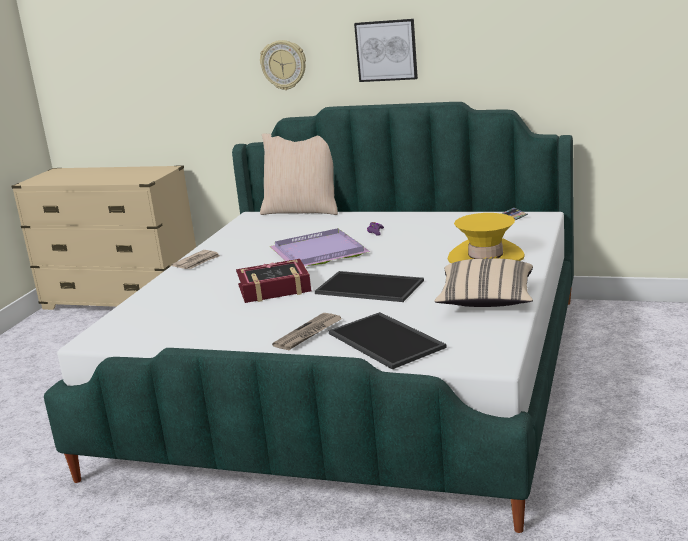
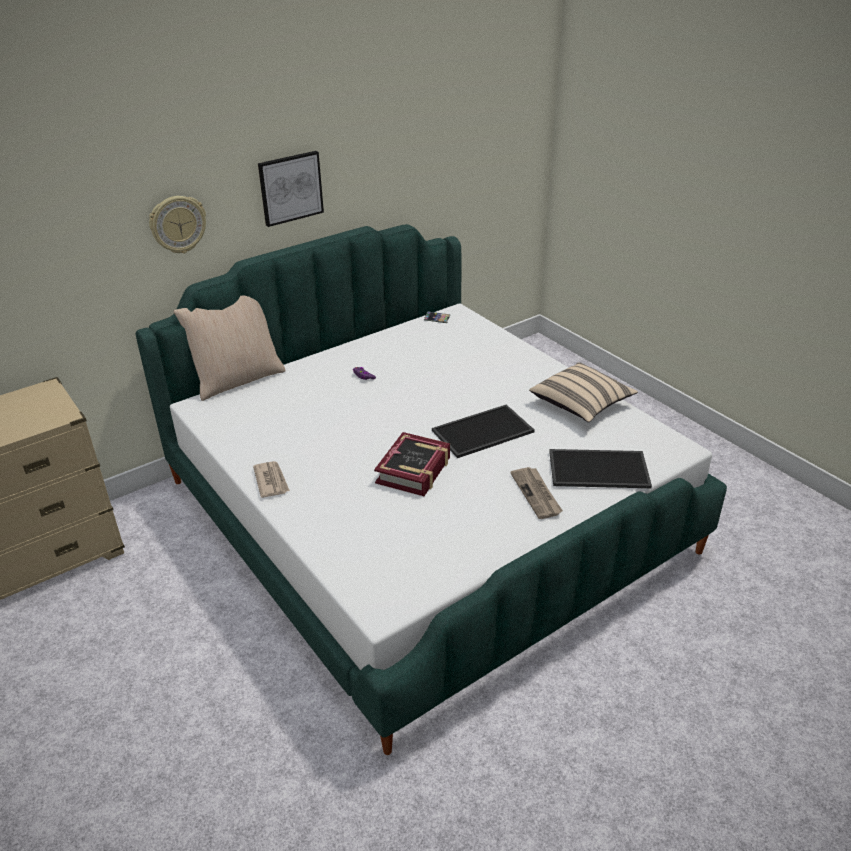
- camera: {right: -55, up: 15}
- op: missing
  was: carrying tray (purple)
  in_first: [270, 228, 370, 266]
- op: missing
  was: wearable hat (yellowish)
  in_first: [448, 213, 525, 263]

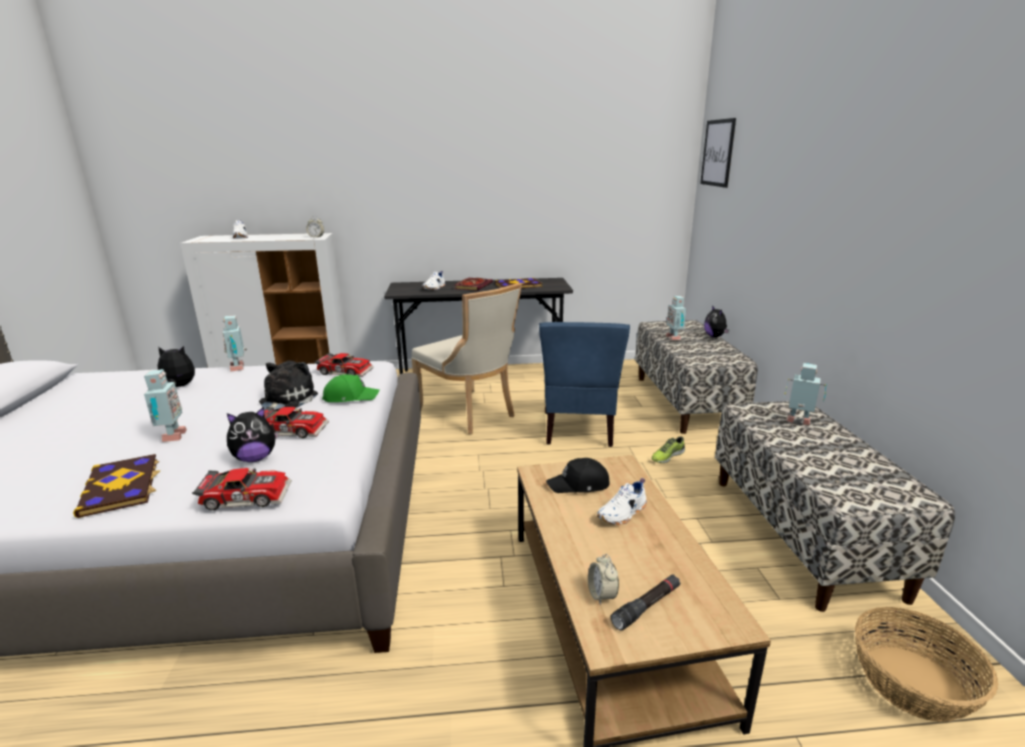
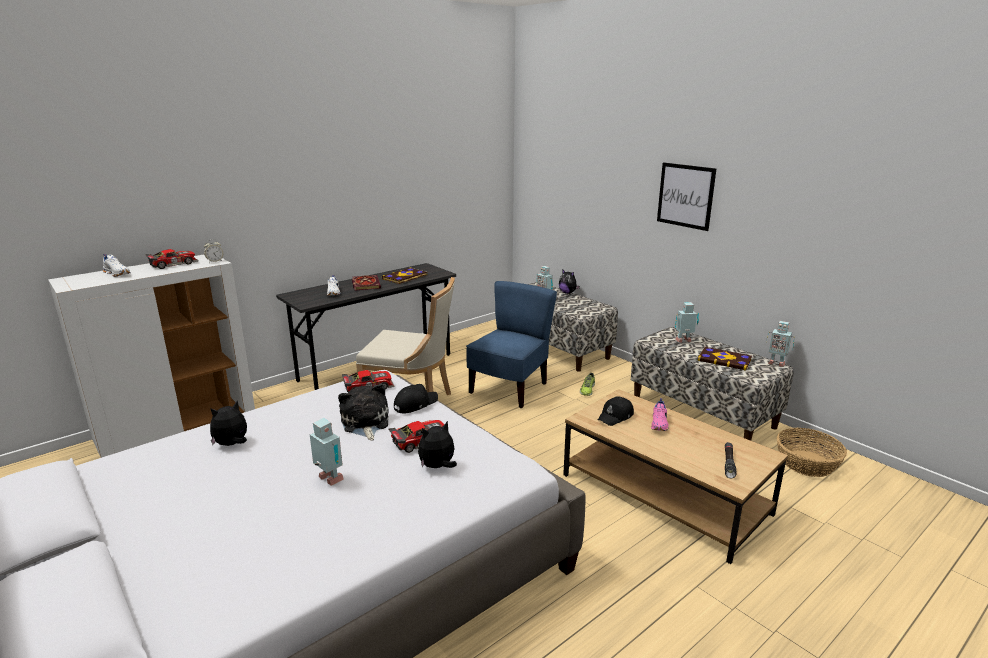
- camera: {right: -35, up: 0}
- op: relocated
  was: book
  in_first: [73, 454, 160, 518]
  in_second: [698, 347, 752, 371]
- op: relocated
  was: toy car
  in_first: [192, 468, 292, 510]
  in_second: [146, 249, 199, 269]
- op: relocated
  was: model robot
  in_first: [223, 316, 247, 372]
  in_second: [766, 321, 795, 367]
- op: spun
  was: plush toy
  in_first: [227, 407, 278, 462]
  in_second: [418, 421, 457, 468]
  clockwise: -150
- op: colour
  was: baseball cap (greenish)
  now: baseball cap (blackish)
  in_first: [322, 374, 380, 402]
  in_second: [394, 384, 438, 413]
- op: spun
  was: plain chair (blue)
  in_first: [539, 322, 630, 447]
  in_second: [466, 281, 557, 408]
  clockwise: -120
- op: missing
  was: table clock
  in_first: [588, 554, 619, 605]
- op: colour
  was: low shoe (whitish)
  now: low shoe (pink)
  in_first: [597, 478, 647, 525]
  in_second: [651, 398, 669, 431]
- op: relocated
  was: wall art
  in_first: [700, 118, 736, 188]
  in_second: [657, 162, 716, 231]

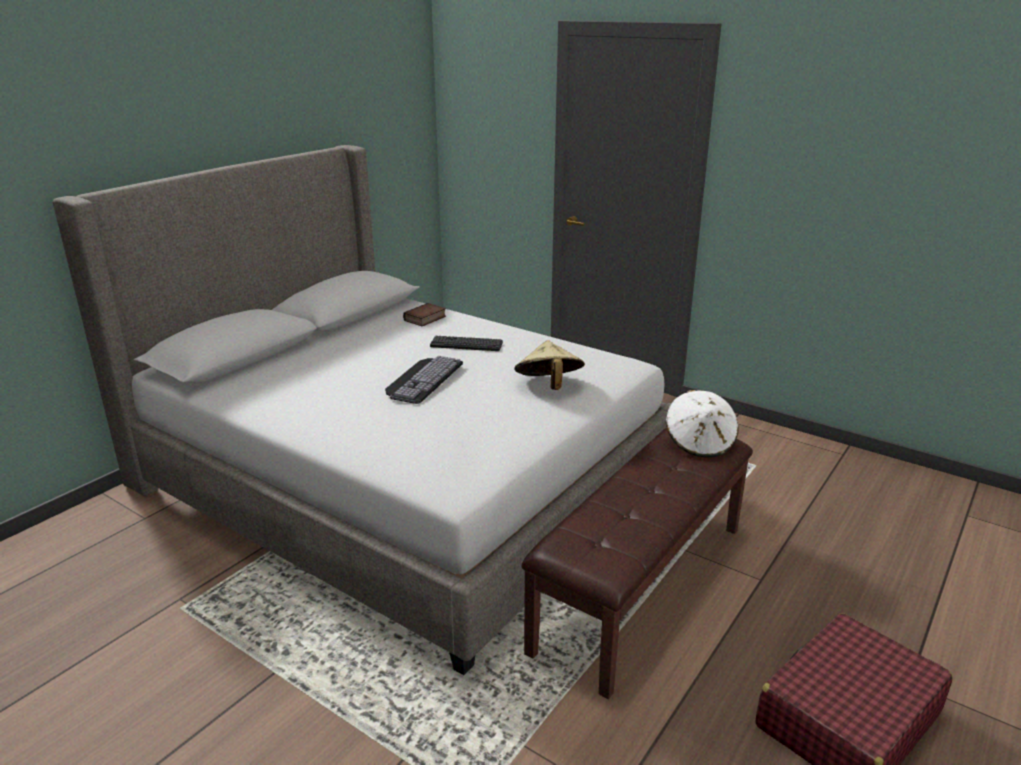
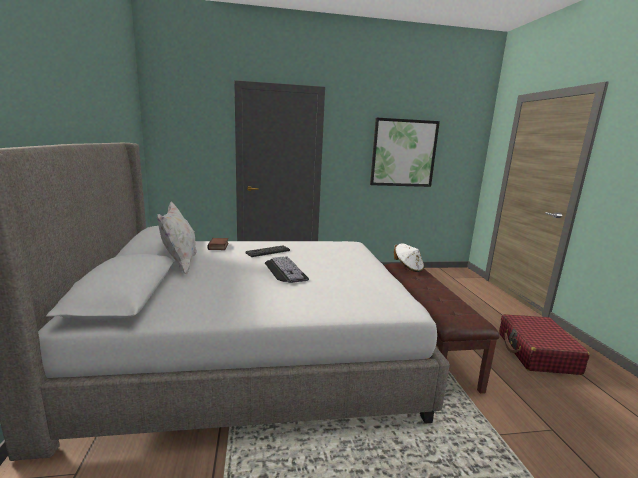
- camera: {right: -45, up: -10}
- op: missing
  was: wearable hat (sand-coloured)
  in_first: [515, 340, 585, 390]
- op: appeared
  now: throw pillow (whitish)
  in_second: [157, 201, 197, 275]
- op: appeared
  now: wall art
  in_second: [370, 118, 440, 187]

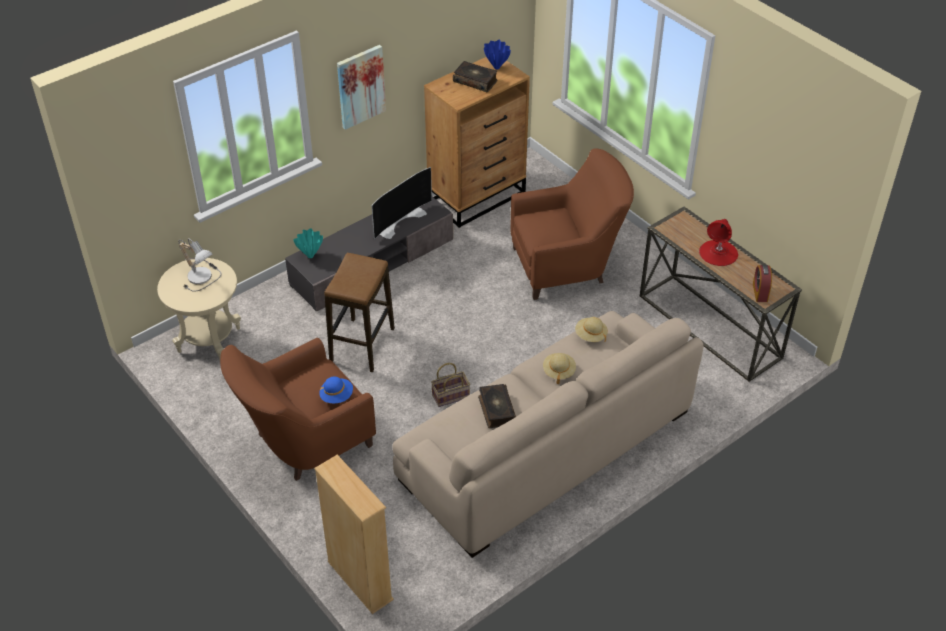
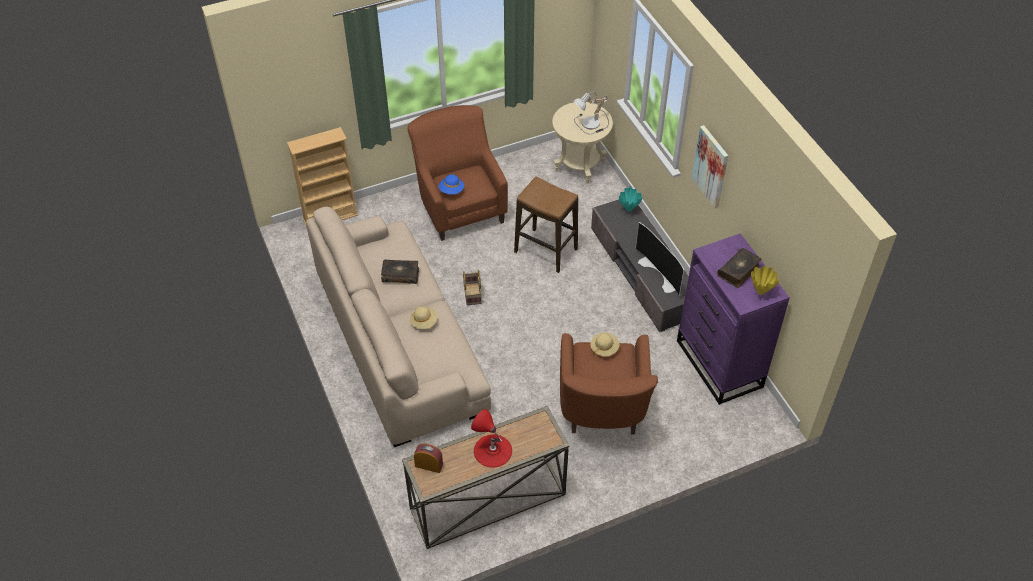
- camera: {right: 105, up: 5}
- op: colour
  was: dresser (brown-coloured)
  now: dresser (purple)
  in_first: [424, 57, 530, 228]
  in_second: [677, 233, 790, 405]
- op: colour
  was: flower vase (blue)
  now: flower vase (yellowish)
  in_first: [484, 40, 511, 69]
  in_second: [751, 266, 779, 295]
- op: relocated
  was: wearable hat (sand-coloured)
  in_first: [575, 317, 608, 342]
  in_second: [590, 332, 619, 357]

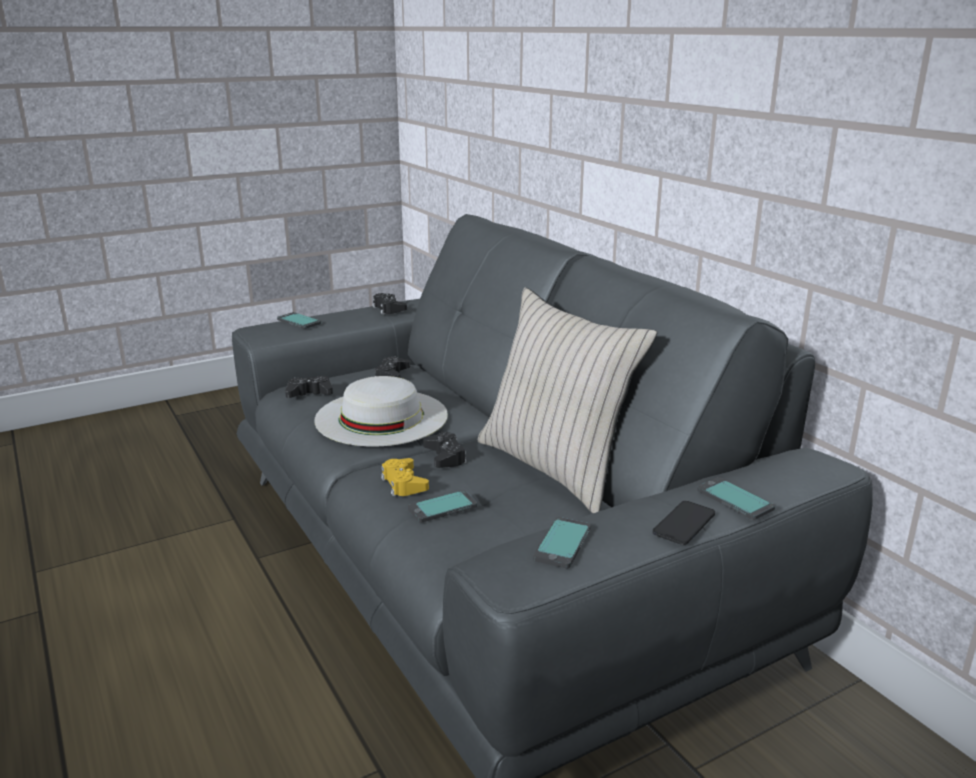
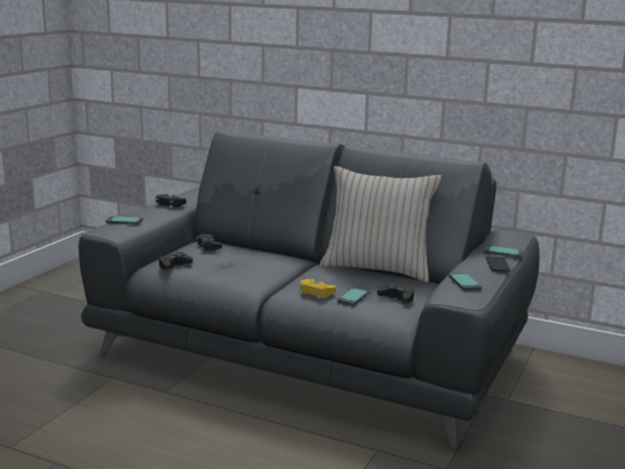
- camera: {right: -35, up: -5}
- op: missing
  was: wearable hat (whitish)
  in_first: [314, 376, 448, 446]
- op: relocated
  was: joypad (blackish)
  in_first: [423, 432, 467, 468]
  in_second: [377, 283, 414, 303]

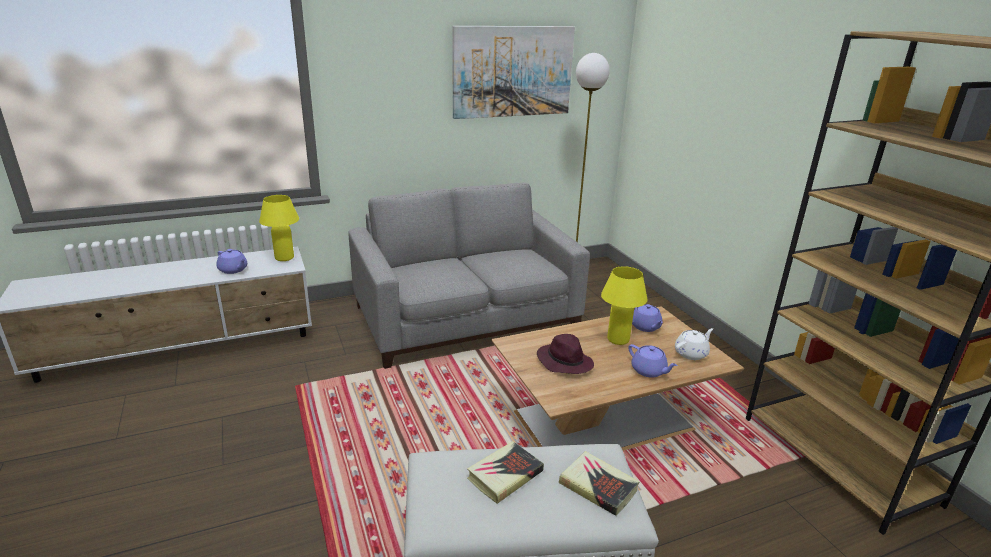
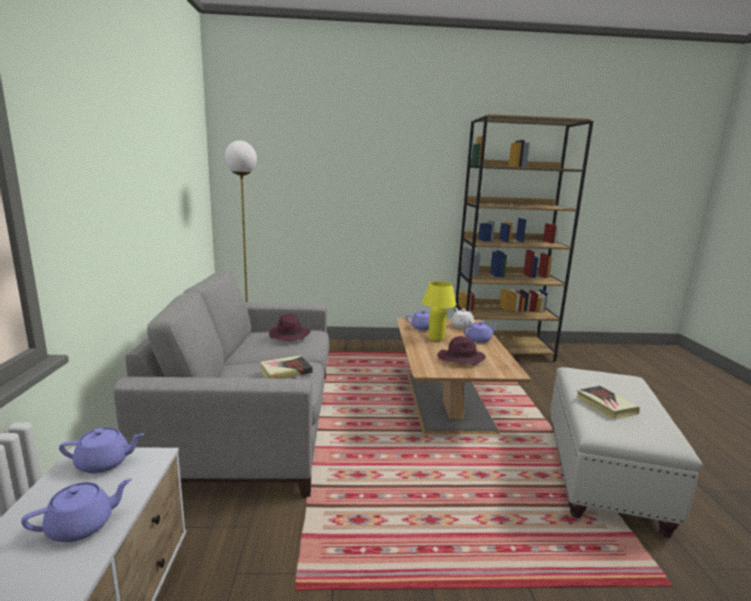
- camera: {right: -70, up: -10}
- op: exchanged
  was: tabletop lamp (yellowish)
  now: tea pot (purple)
  in_first: [259, 195, 299, 261]
  in_second: [59, 428, 144, 474]
- op: missing
  was: wall art
  in_first: [452, 26, 575, 119]
- op: relocated
  was: book
  in_first: [559, 451, 640, 516]
  in_second: [260, 355, 313, 379]
- op: appeared
  now: wearable hat (purple)
  in_second: [269, 314, 311, 341]

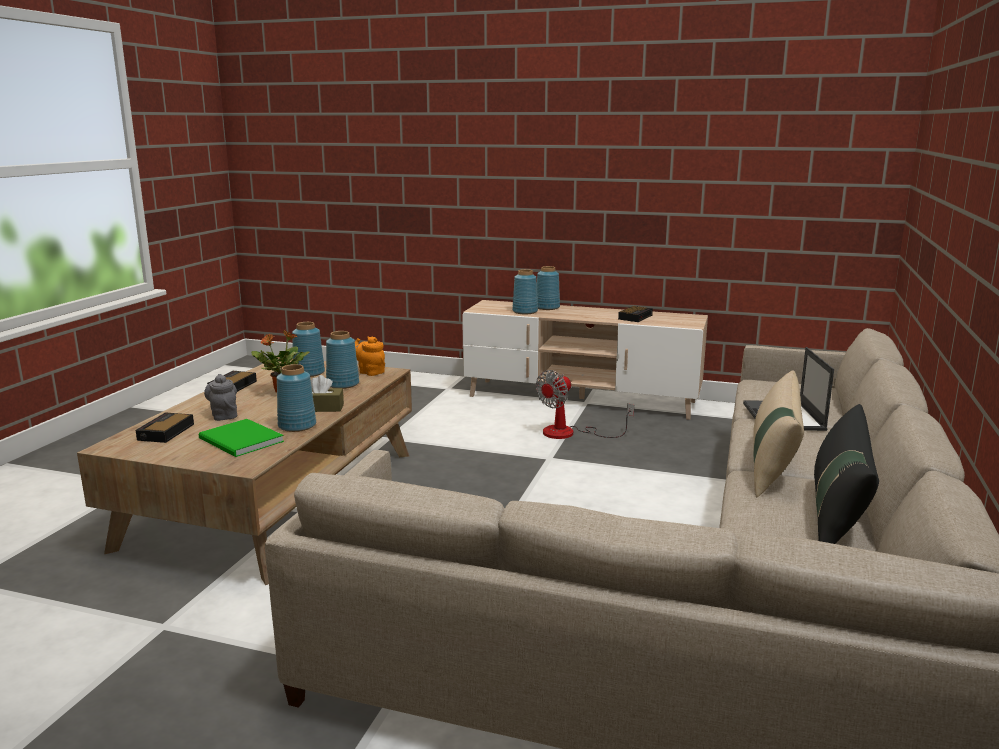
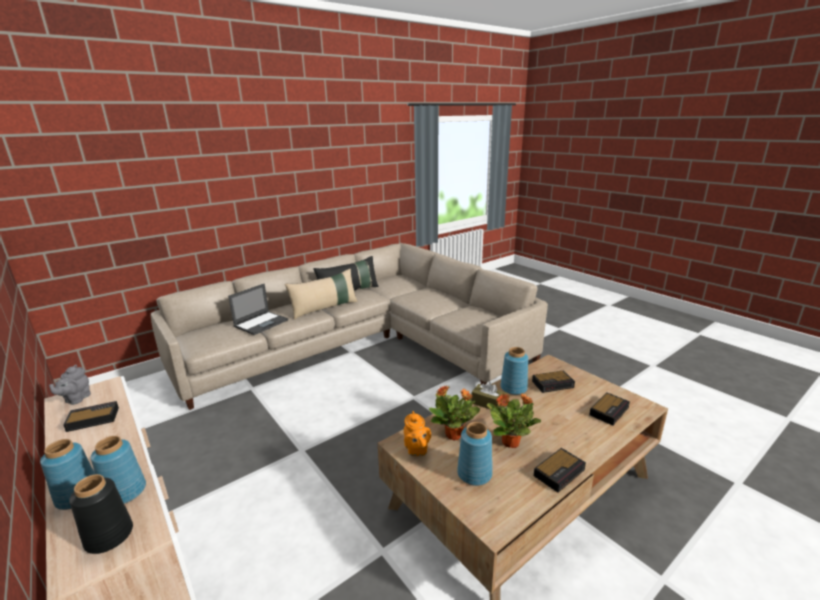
- camera: {right: -145, up: 5}
- op: exchanged
  was: book (greenish)
  now: table clock
  in_first: [198, 419, 284, 457]
  in_second: [532, 370, 575, 393]
- op: relocated
  was: tea pot (grey)
  in_first: [204, 374, 237, 421]
  in_second: [49, 365, 91, 405]
- op: exchanged
  was: flower vase (blue)
  now: plant in a pot
  in_first: [326, 331, 359, 389]
  in_second: [429, 385, 480, 441]
- op: missing
  was: fan
  in_first: [536, 370, 634, 439]
- op: appeared
  now: flower vase (blackish)
  in_second: [69, 474, 133, 554]

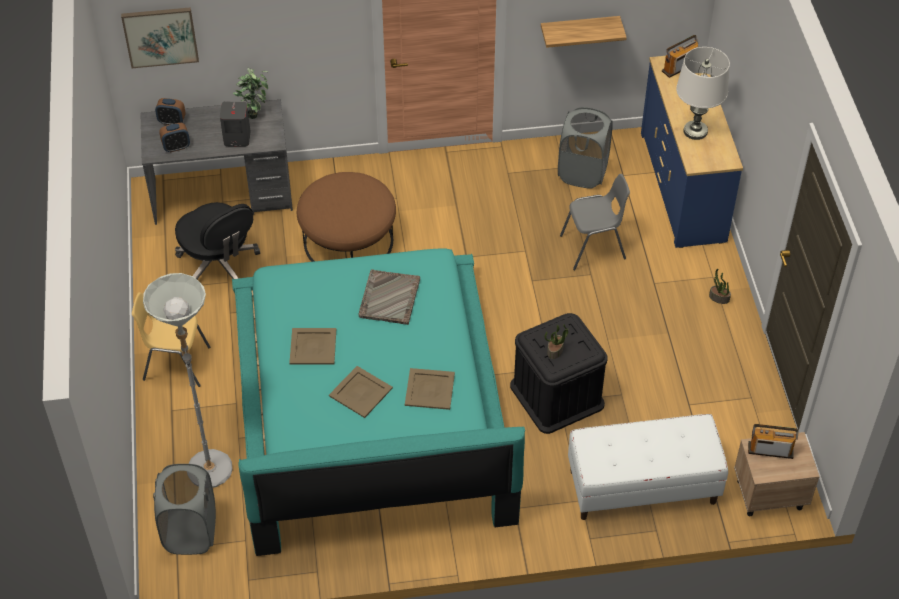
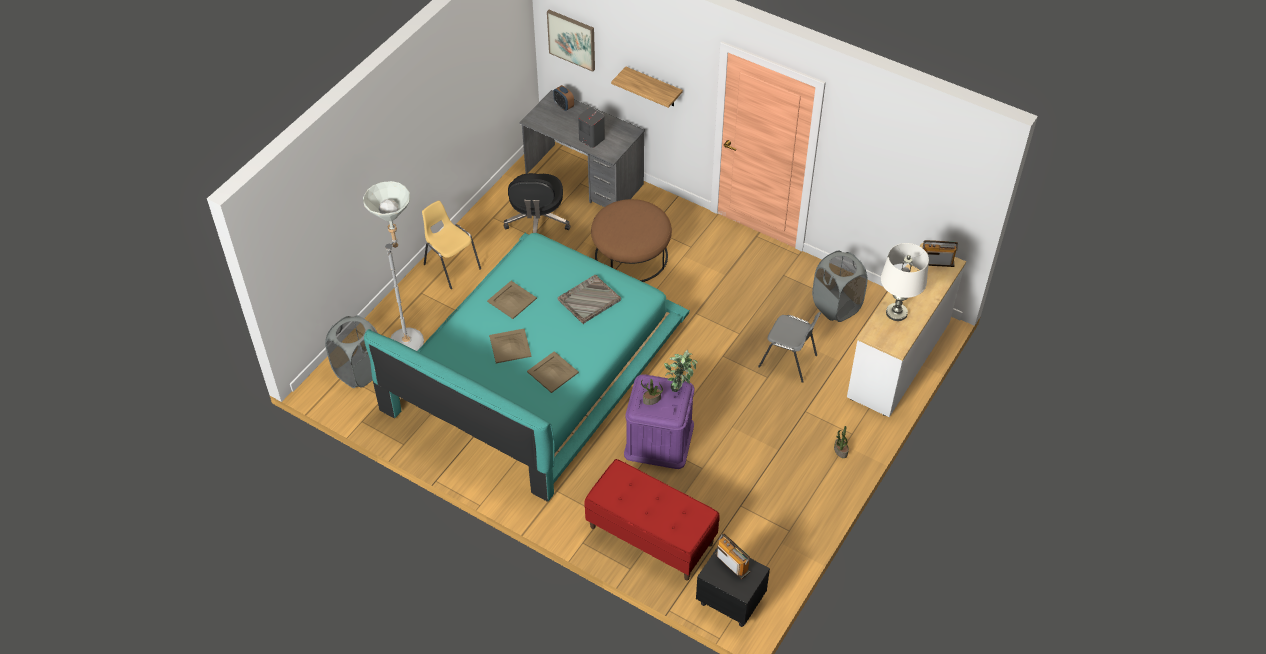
- camera: {right: 40, up: 0}
- op: missing
  was: table clock
  in_first: [159, 123, 190, 152]
- op: relocated
  was: plant in a pot
  in_first: [233, 68, 268, 119]
  in_second: [664, 350, 698, 392]
- op: colour
  was: storage box (blackish)
  now: storage box (purple)
  in_first: [510, 313, 608, 434]
  in_second: [624, 374, 694, 469]
- op: relocated
  was: shelf
  in_first: [541, 16, 627, 48]
  in_second: [611, 67, 683, 108]
- op: colour
  was: indoor bench (whitish)
  now: indoor bench (red-coloured)
  in_first: [568, 414, 728, 520]
  in_second: [584, 459, 720, 580]
- op: colour
  was: dresser (blue)
  now: dresser (whitish)
  in_first: [641, 56, 743, 248]
  in_second: [847, 243, 966, 417]
- op: colour
  was: nightstand (sand-coloured)
  now: nightstand (blackish)
  in_first: [734, 432, 820, 516]
  in_second: [696, 547, 770, 627]

